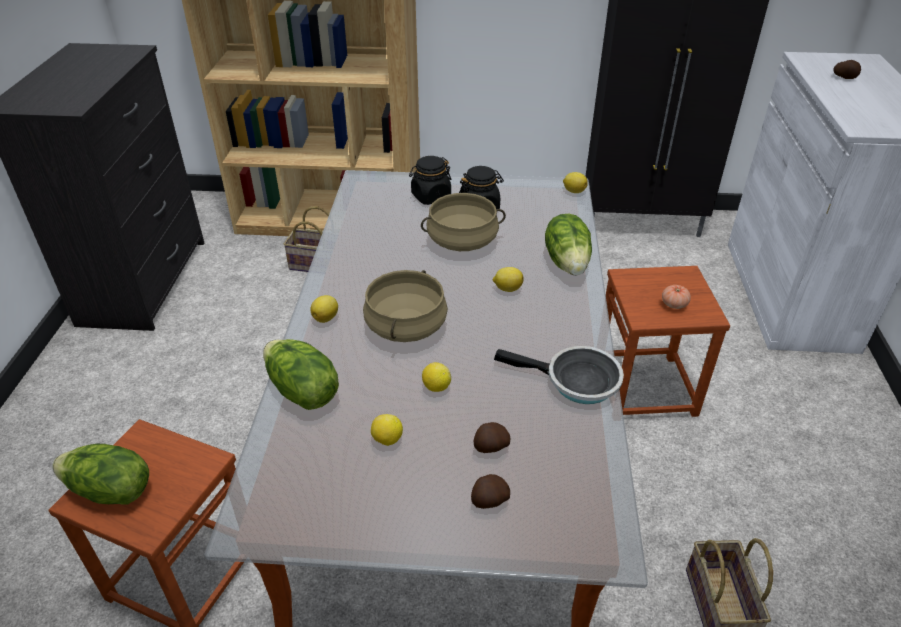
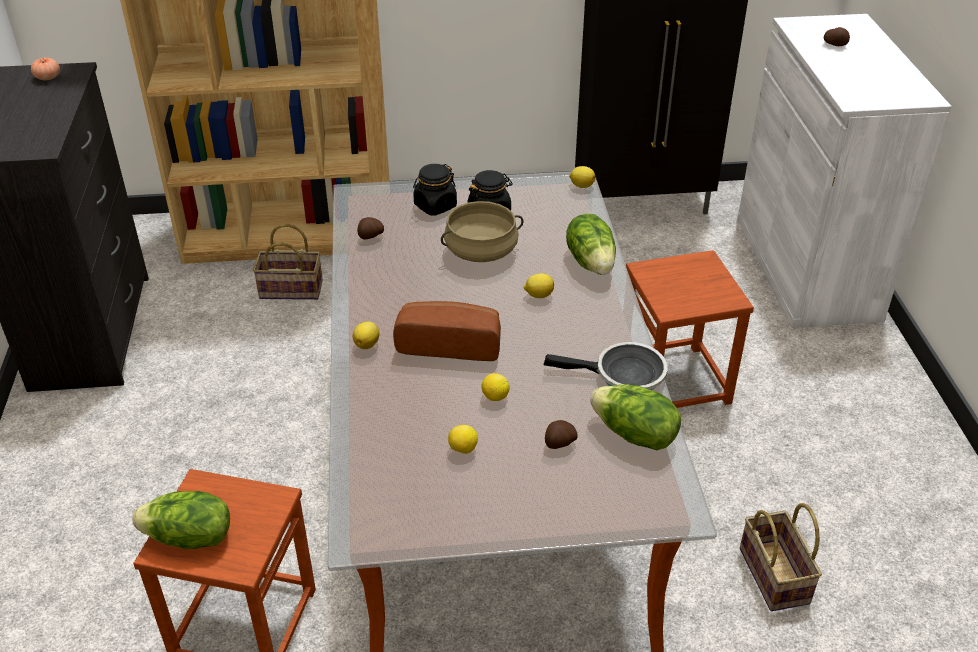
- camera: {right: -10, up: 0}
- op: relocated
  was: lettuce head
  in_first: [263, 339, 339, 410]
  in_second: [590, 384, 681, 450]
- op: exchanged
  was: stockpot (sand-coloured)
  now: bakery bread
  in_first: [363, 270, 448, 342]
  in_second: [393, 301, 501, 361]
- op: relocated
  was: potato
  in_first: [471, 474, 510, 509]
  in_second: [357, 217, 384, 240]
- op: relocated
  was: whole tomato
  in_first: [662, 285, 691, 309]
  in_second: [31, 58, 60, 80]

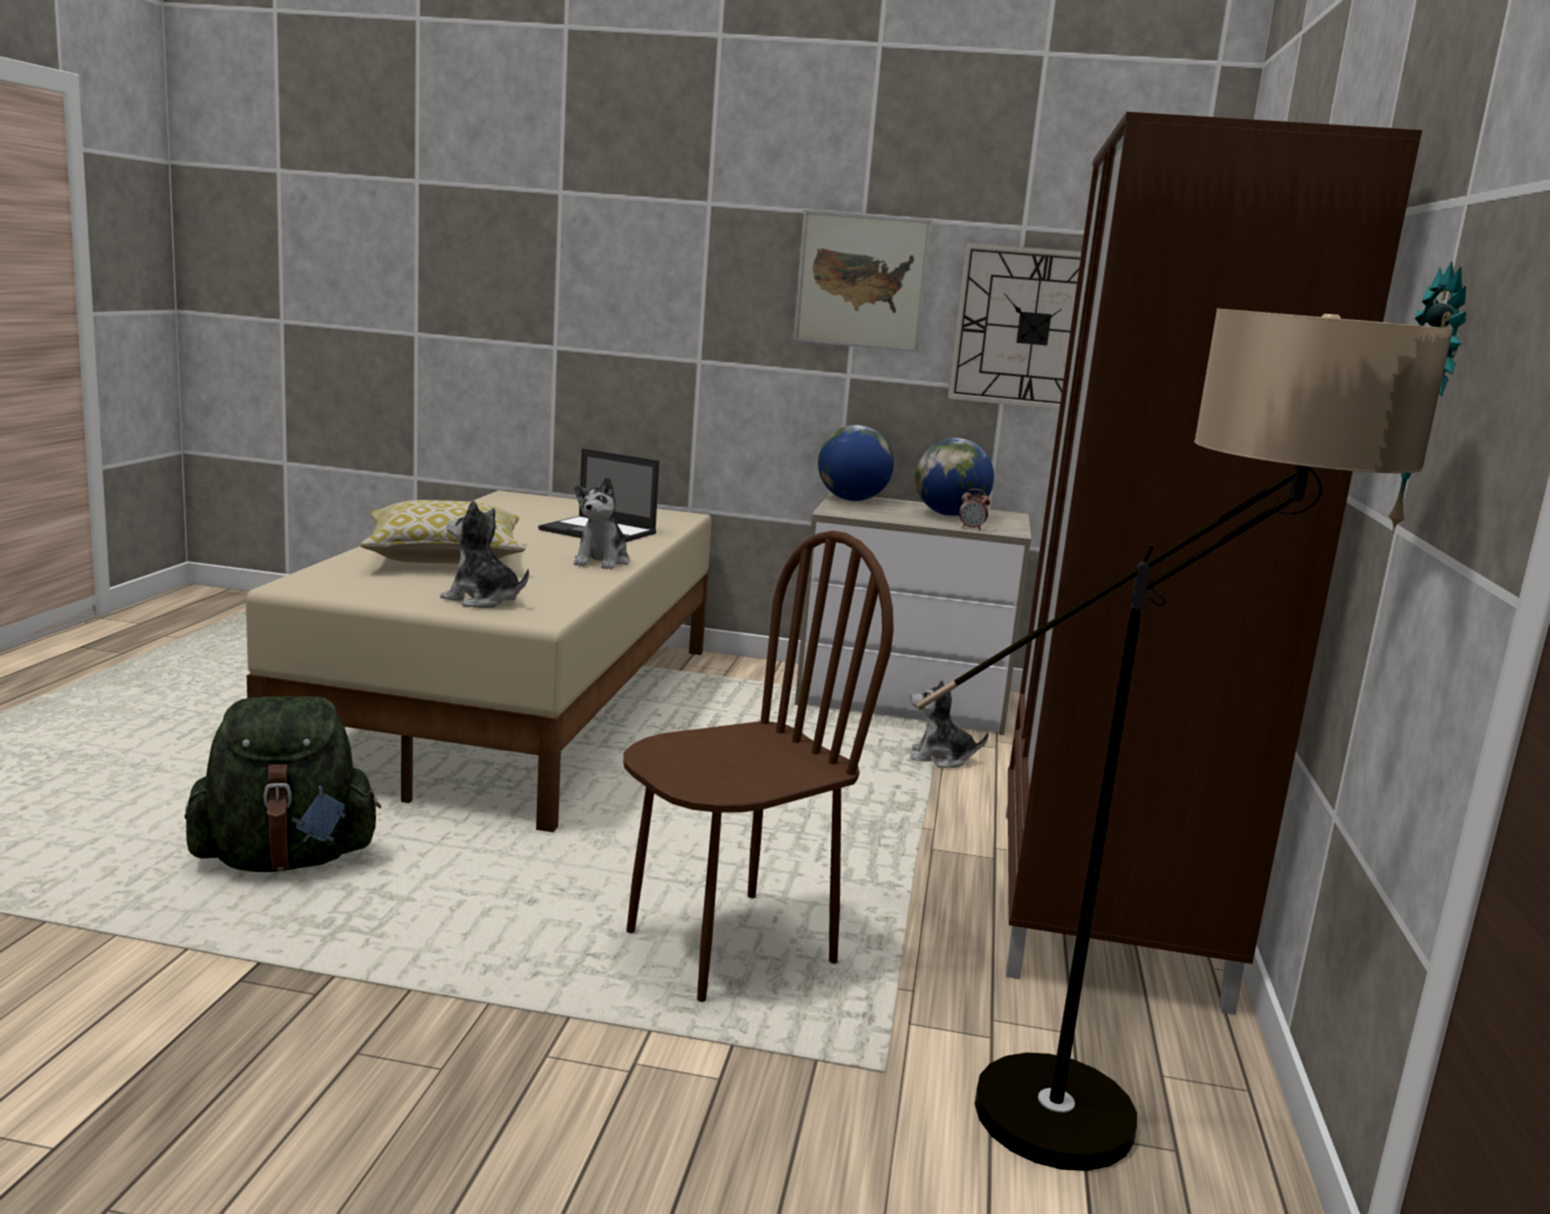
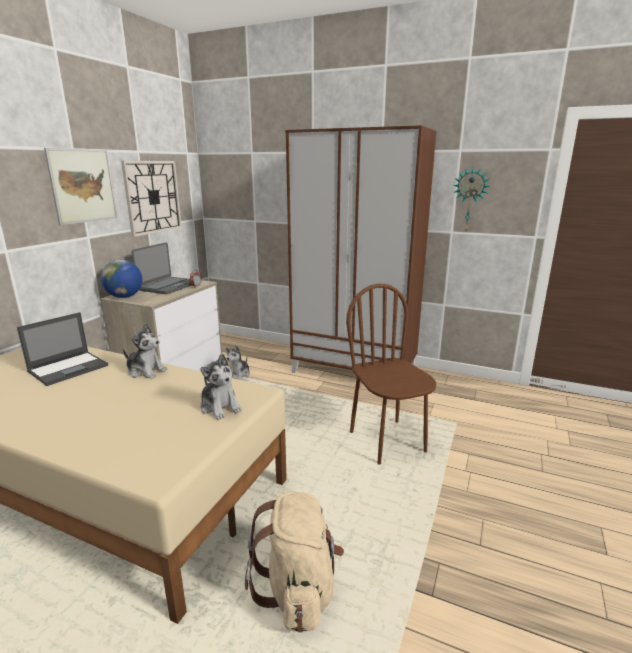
- camera: {right: -75, up: 5}
- op: colour
  was: rucksack (greenish)
  now: rucksack (sand-coloured)
  in_first: [184, 696, 381, 872]
  in_second: [245, 492, 344, 632]
- op: missing
  was: throw pillow
  in_first: [360, 500, 526, 564]
- op: spun
  was: plush toy
  in_first: [440, 500, 529, 608]
  in_second: [200, 354, 242, 420]
  clockwise: -75
- op: exchanged
  was: world globe
  now: laptop
  in_first: [915, 438, 994, 516]
  in_second: [131, 242, 192, 294]
- op: missing
  was: standard lamp
  in_first: [916, 308, 1454, 1171]

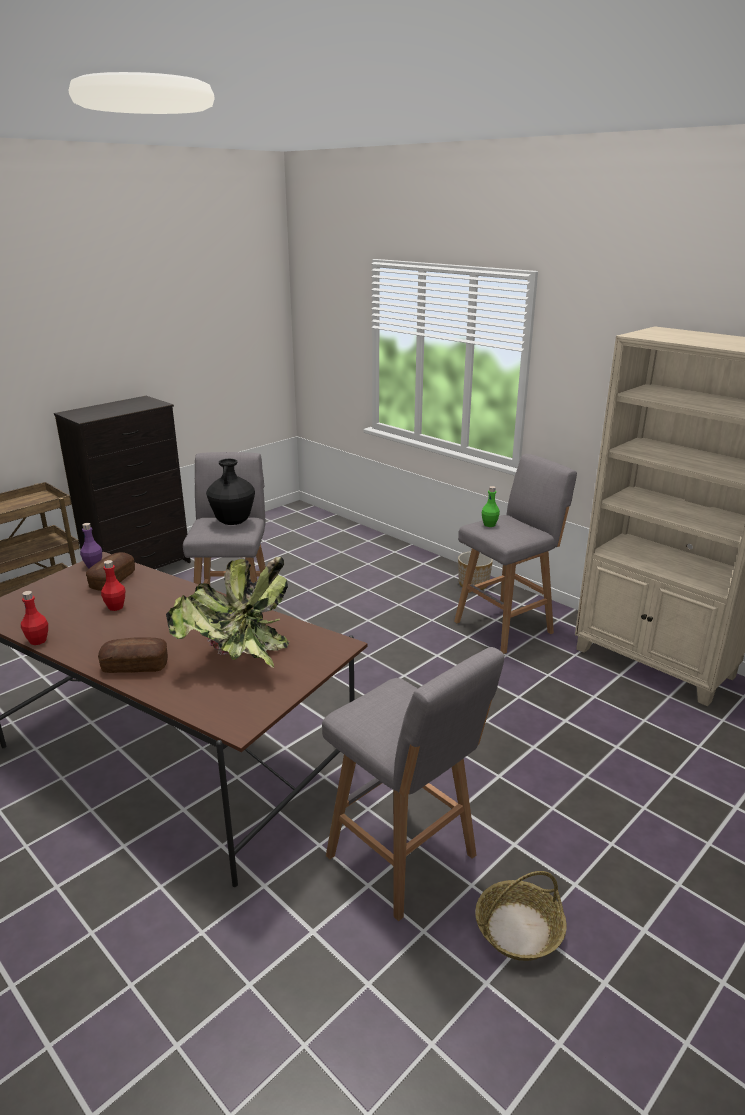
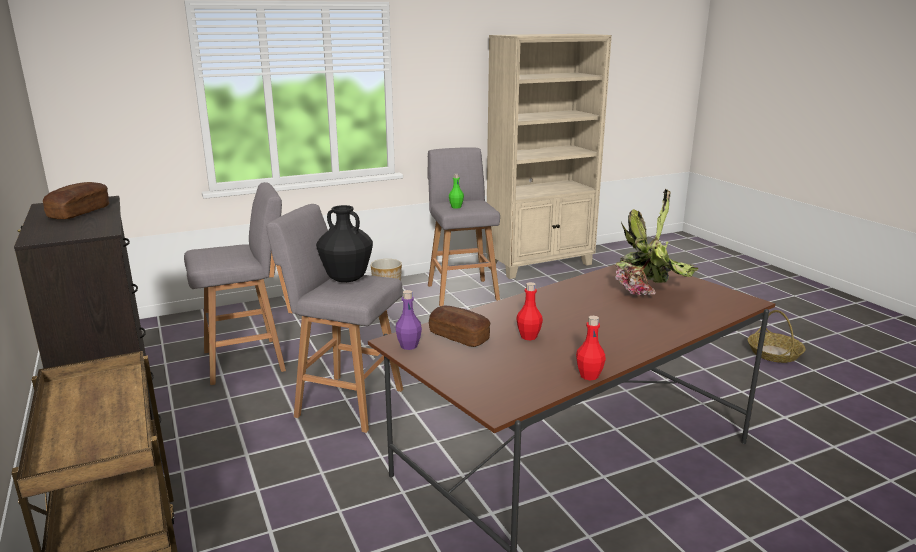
- camera: {right: -70, up: -5}
- op: relocated
  was: bakery bread
  in_first: [98, 637, 168, 673]
  in_second: [43, 182, 109, 219]
- op: relocated
  was: stool (grey)
  in_first: [322, 647, 504, 921]
  in_second: [184, 182, 286, 385]

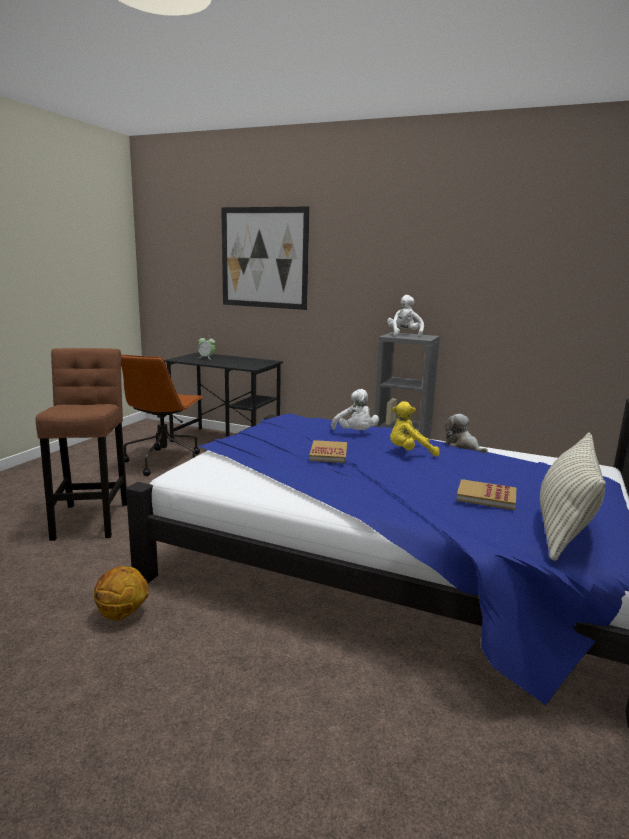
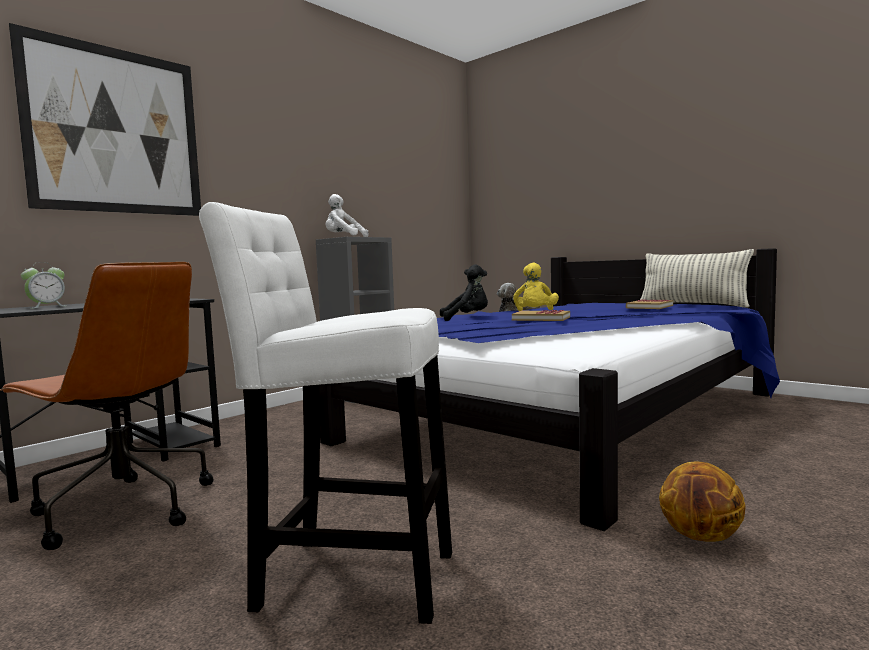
- camera: {right: -70, up: -10}
- op: colour
  was: stool (brown-coloured)
  now: stool (whitish)
  in_first: [36, 348, 127, 541]
  in_second: [199, 202, 452, 624]
- op: colour
  was: plush toy (whitish)
  now: plush toy (blackish)
  in_first: [331, 389, 379, 430]
  in_second: [440, 264, 488, 321]

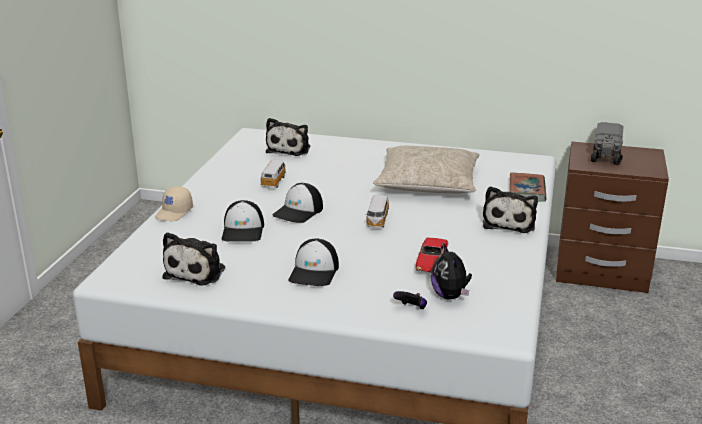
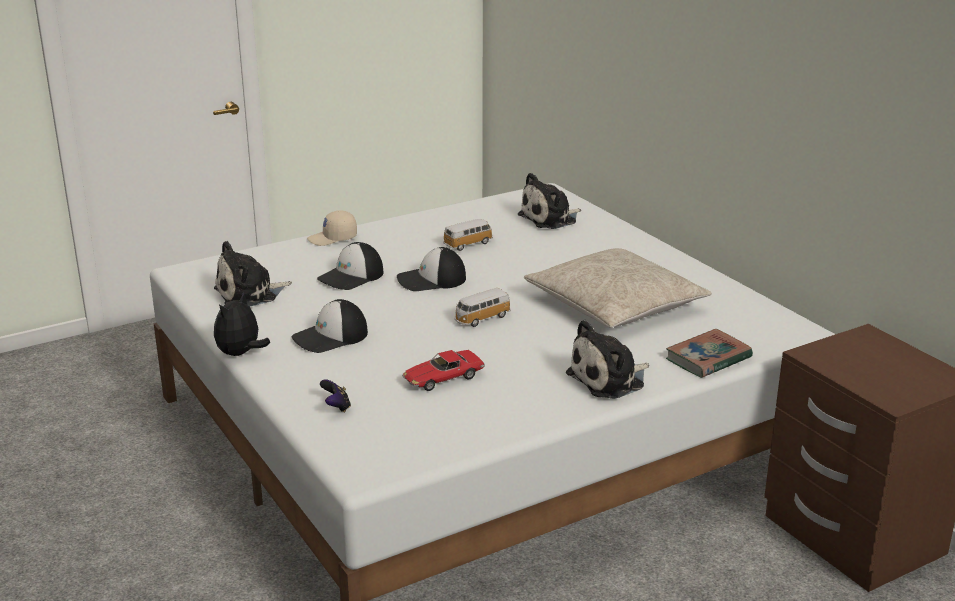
- camera: {right: 45, up: 0}
- op: relocated
  was: plush toy
  in_first: [431, 244, 472, 299]
  in_second: [214, 292, 270, 356]
- op: missing
  was: model truck
  in_first: [590, 122, 624, 165]

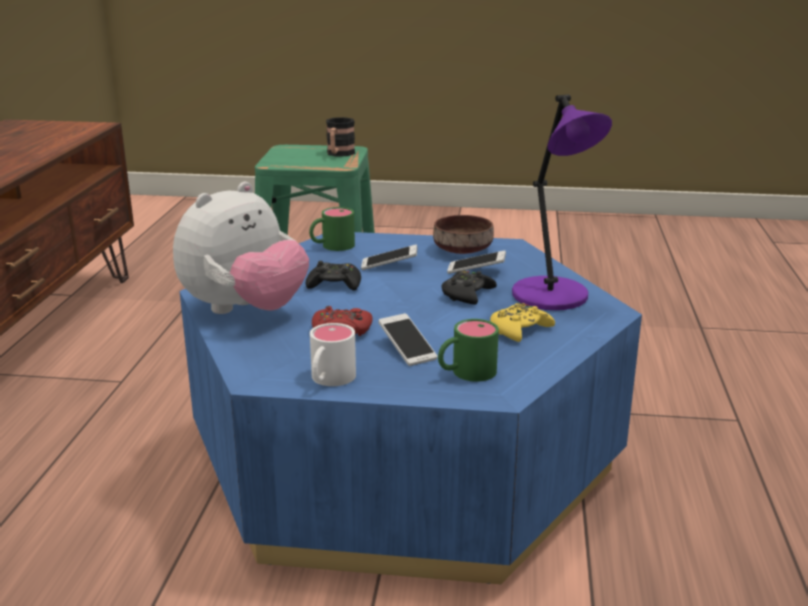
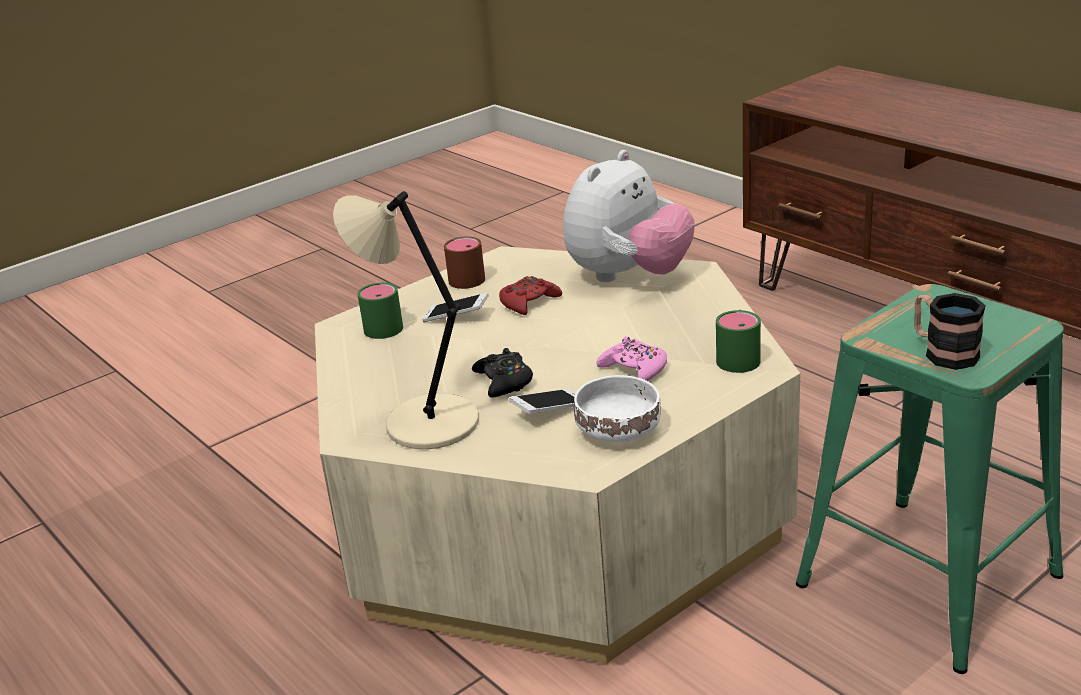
- camera: {right: 135, up: 5}
- op: spun
  was: plush toy
  in_first: [173, 182, 309, 314]
  in_second: [563, 150, 695, 282]
  clockwise: -135
- op: colour
  was: low table (blue)
  now: low table (sand-coloured)
  in_first: [180, 232, 642, 584]
  in_second: [315, 246, 800, 664]
- op: missing
  was: joypad (blackish)
  in_first: [305, 261, 361, 291]
- op: colour
  was: tea mug (whitish)
  now: tea mug (brown-coloured)
  in_first: [310, 323, 356, 386]
  in_second: [444, 237, 485, 289]
- op: exchanged
  was: handset
  now: joypad (pink)
  in_first: [361, 244, 418, 270]
  in_second: [596, 336, 667, 381]
- op: colour
  was: bowl (brown-coloured)
  now: bowl (whitish)
  in_first: [433, 215, 494, 254]
  in_second: [574, 375, 661, 442]
- op: missing
  was: joypad (yellowish)
  in_first: [490, 303, 555, 342]
- op: colour
  was: tabletop lamp (purple)
  now: tabletop lamp (sand-coloured)
  in_first: [512, 94, 612, 310]
  in_second: [333, 191, 479, 449]

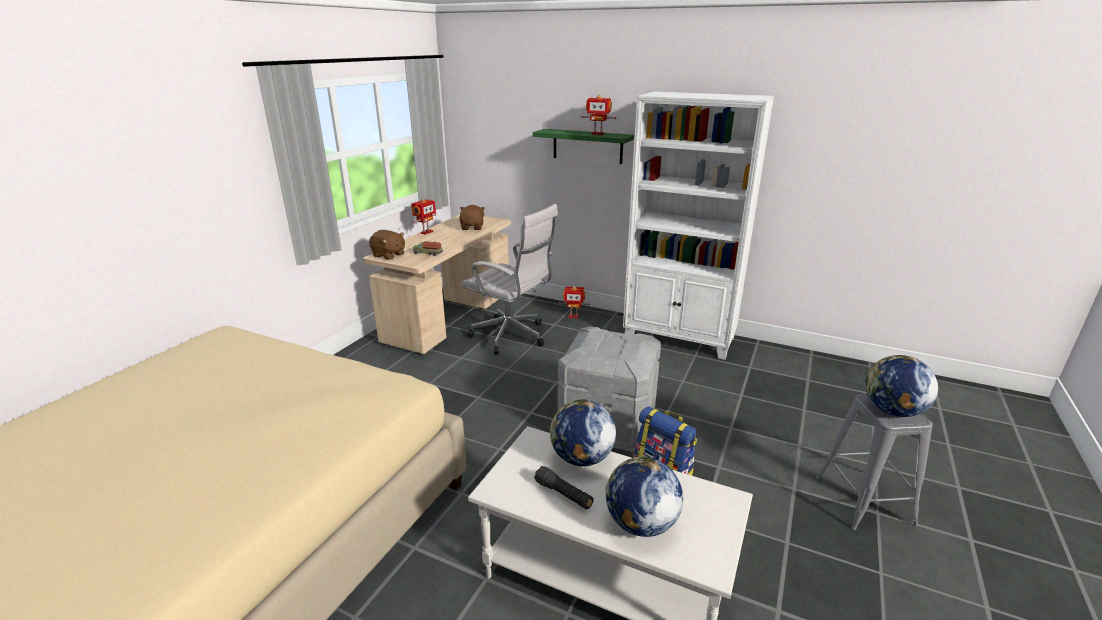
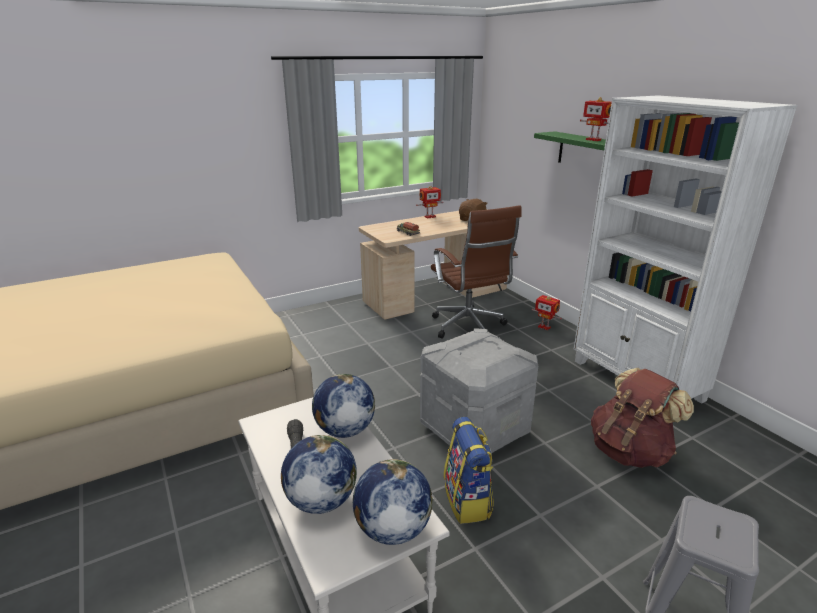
- camera: {right: 35, up: 0}
- op: missing
  was: plush toy (brown-coloured)
  in_first: [369, 230, 405, 260]
- op: colour
  was: computer chair (whitish)
  now: computer chair (brown-coloured)
  in_first: [461, 204, 558, 355]
  in_second: [431, 205, 522, 339]
- op: relocated
  was: world globe
  in_first: [865, 355, 938, 417]
  in_second: [353, 459, 433, 545]
- op: appeared
  now: rucksack (brown-coloured)
  in_second: [591, 368, 694, 468]

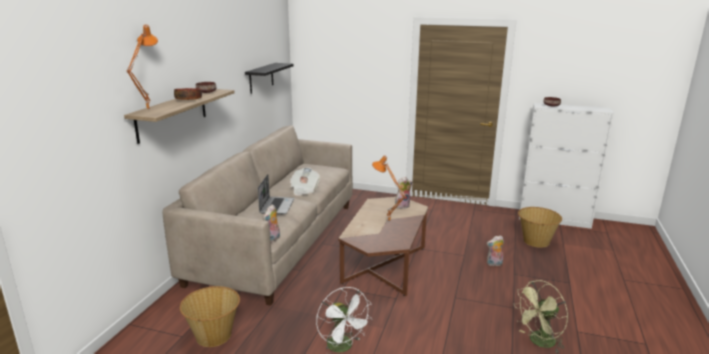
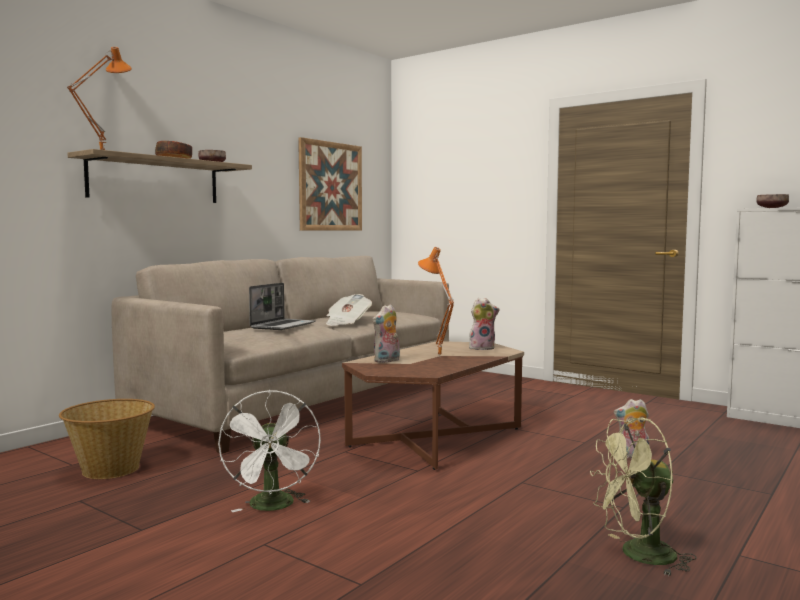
- camera: {right: 20, up: -15}
- op: exchanged
  was: shelf (blackish)
  now: wall art
  in_first: [245, 63, 294, 94]
  in_second: [298, 137, 362, 231]
- op: relocated
  was: plush toy
  in_first: [263, 204, 280, 243]
  in_second: [372, 304, 400, 363]
- op: missing
  was: basket
  in_first: [518, 207, 562, 248]

